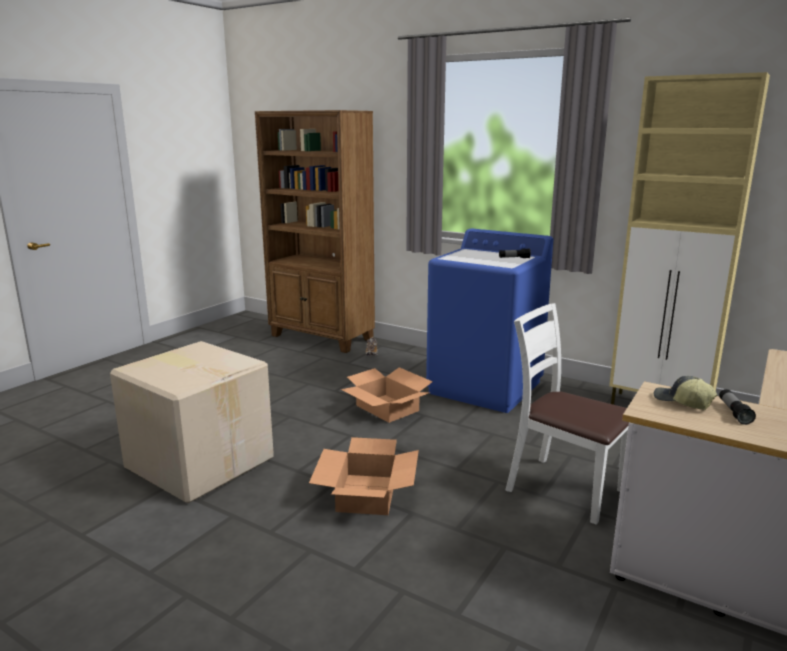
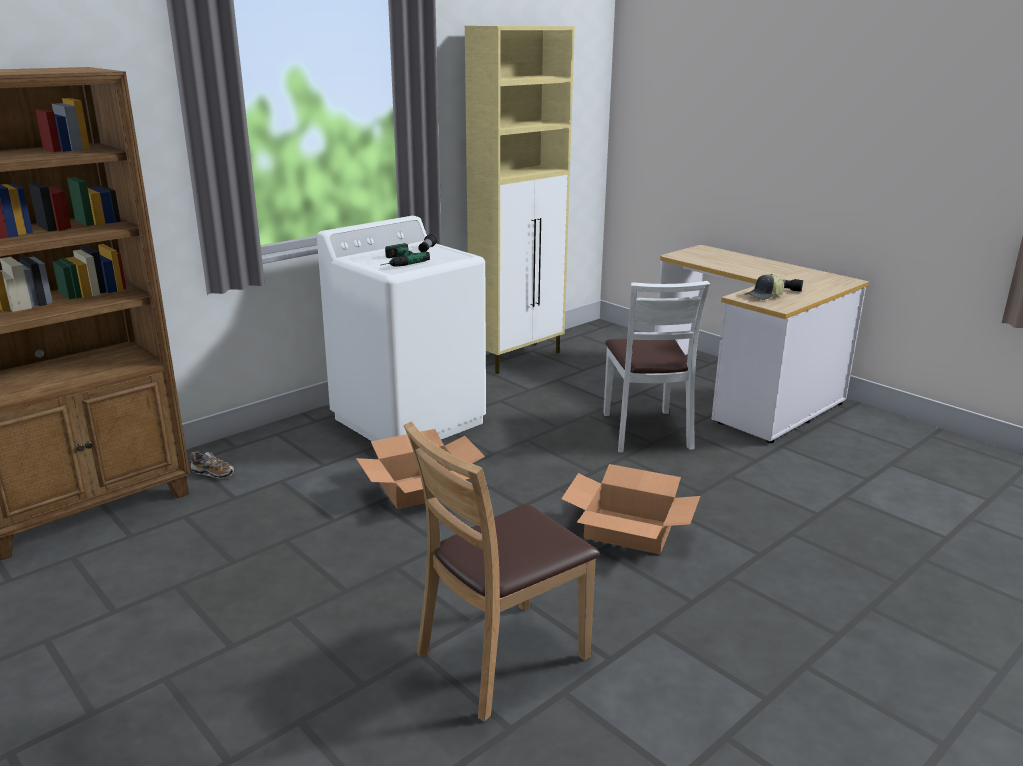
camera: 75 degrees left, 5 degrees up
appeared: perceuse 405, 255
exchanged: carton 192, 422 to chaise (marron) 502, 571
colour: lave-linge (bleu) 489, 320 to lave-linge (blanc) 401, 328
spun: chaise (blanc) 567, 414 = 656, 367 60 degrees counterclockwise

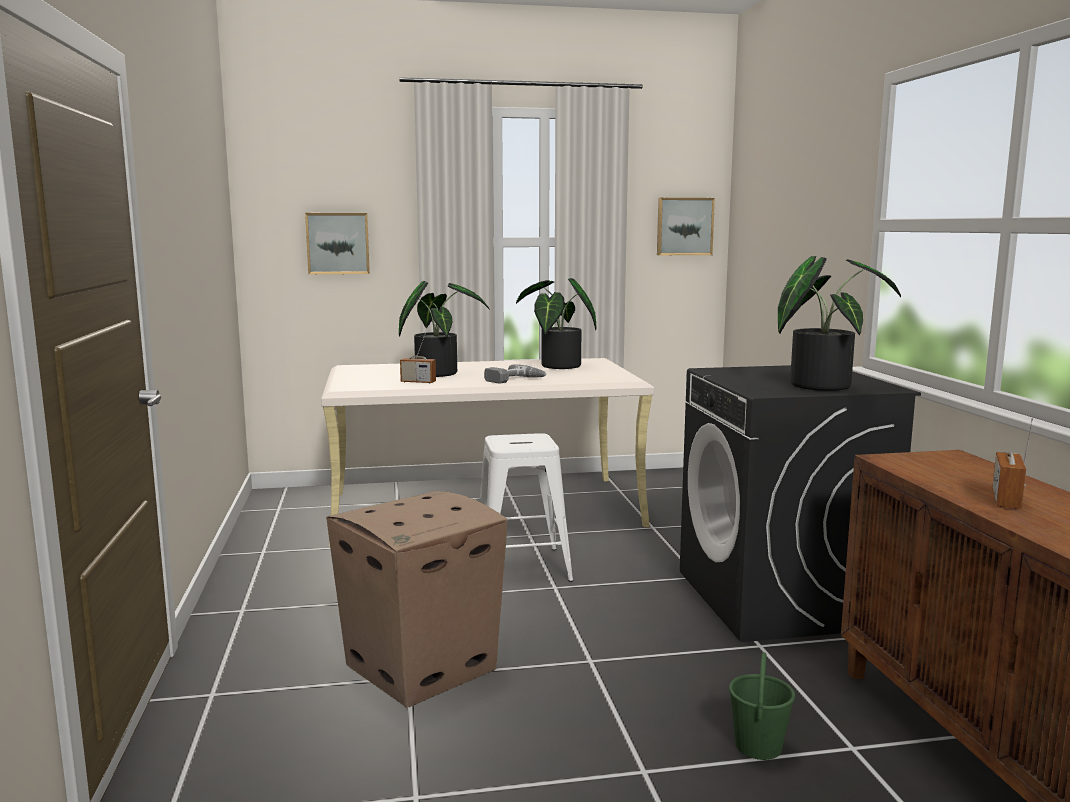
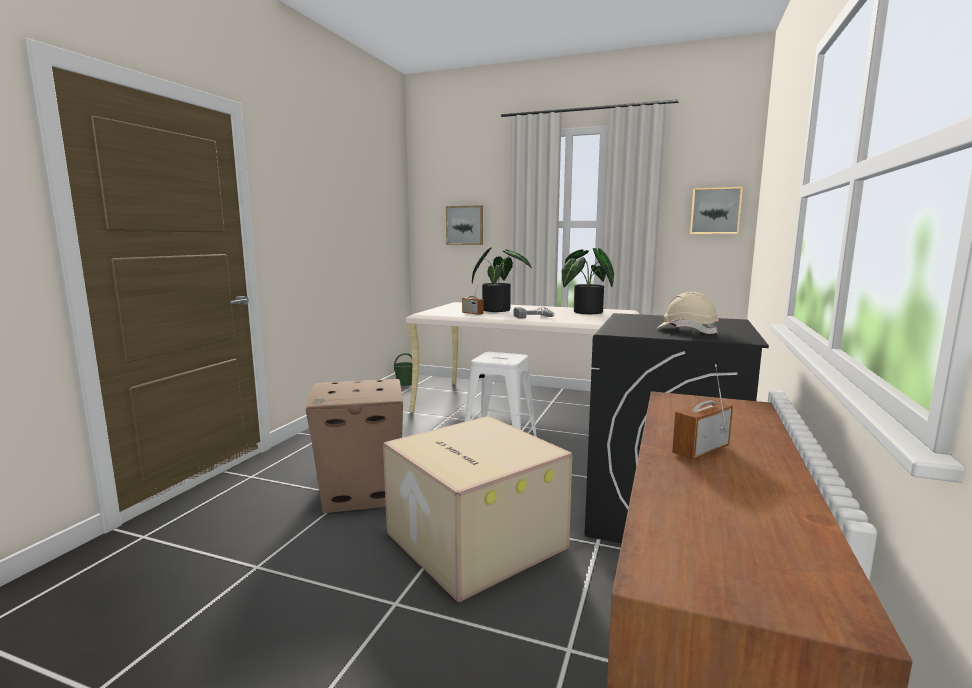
camera: 30 degrees right, 0 degrees up
appeared: carton 477, 509
relocated: seau (vert) 762, 706 to 403, 369
exchanged: plante en pot 839, 323 to casque de chantier (beige) 687, 313

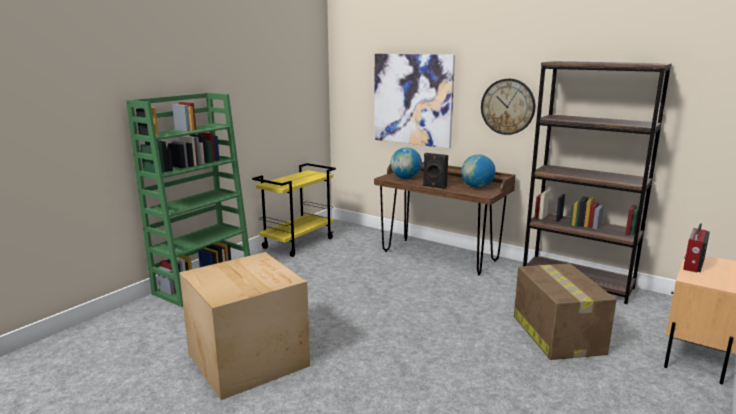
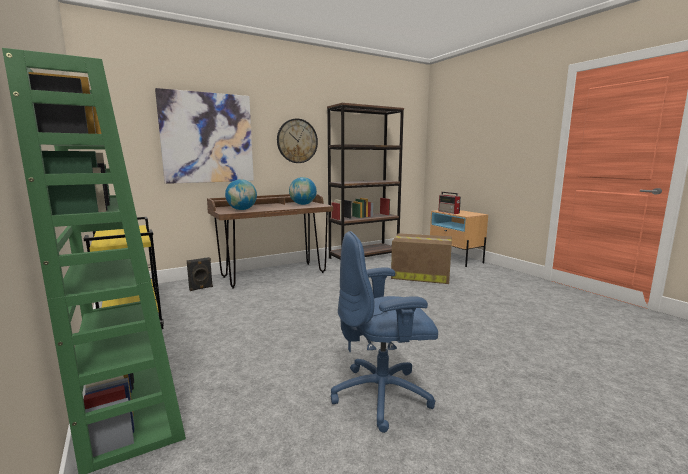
camera: 65 degrees left, 5 degrees down
relocated: enceinte (noir) 435, 171 to 200, 274
exchanged: carton 244, 326 to chaise de bureau (bleu) 384, 332

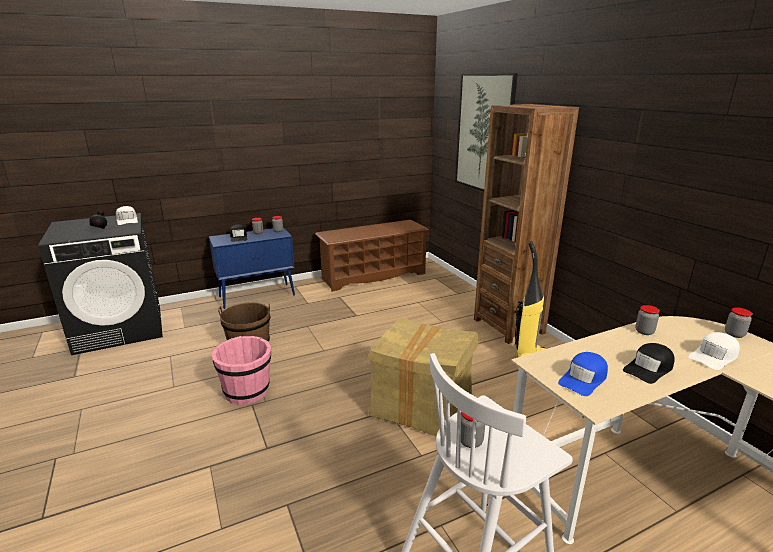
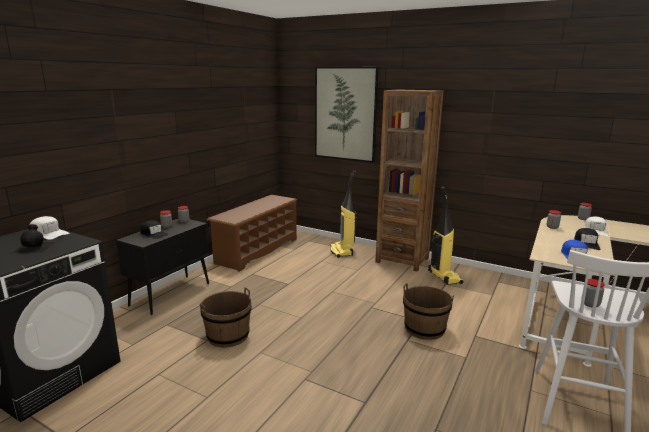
camera: 35 degrees left, 5 degrees down
missing: seau (rose) 241, 370
appeared: aspirateur 343, 214
exchanged: carton 423, 376 to seau (marron) 428, 311
colour: meuble de rangement (bleu) 252, 268 to meuble de rangement (noir) 162, 267

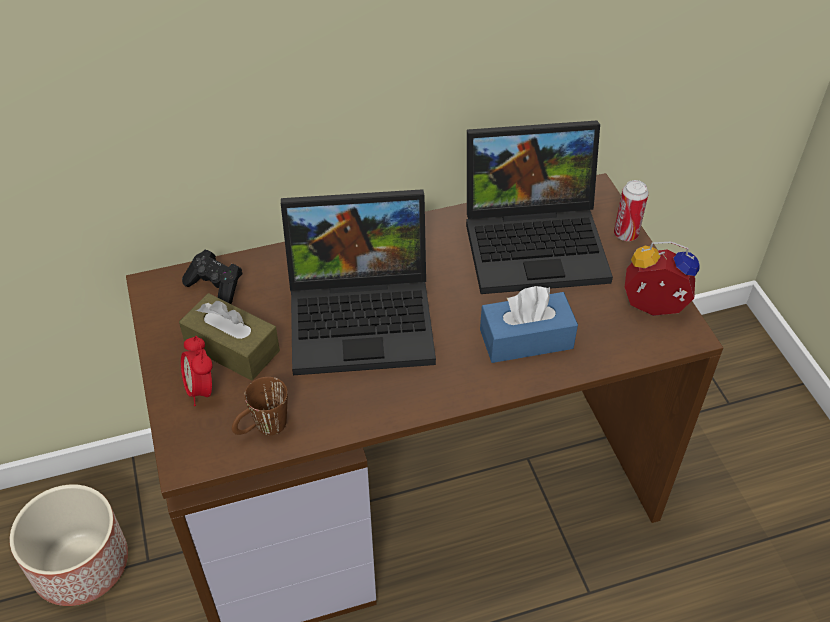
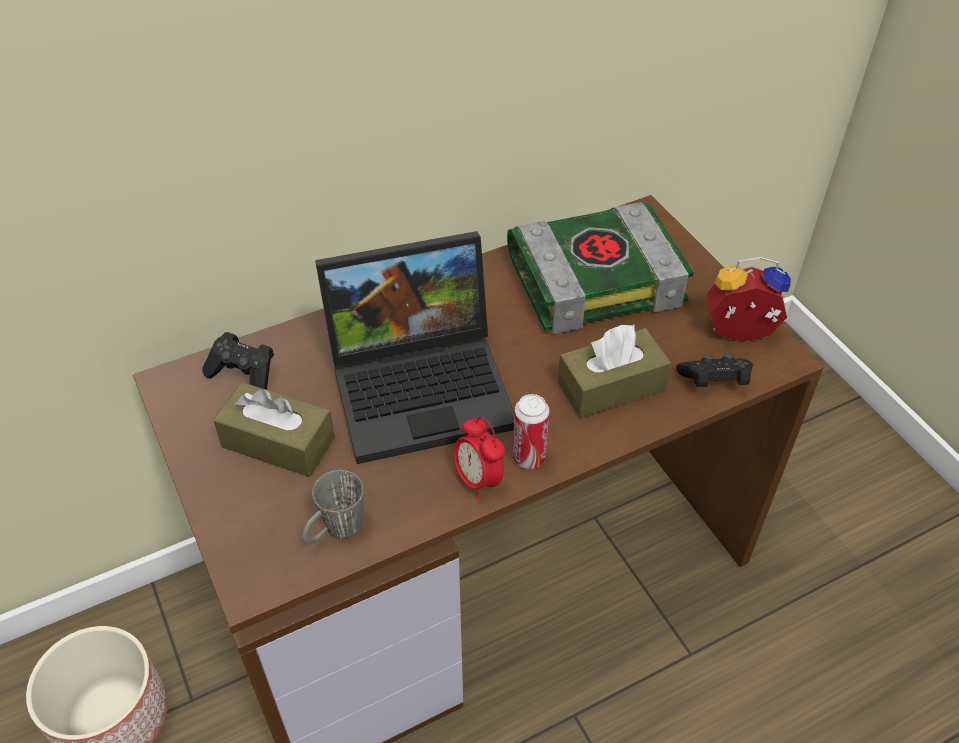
camera: 10 degrees left, 0 degrees up
appeared: manette (noir) 714, 370
relocated: réveil 197, 371 to 479, 458; boîte métallique 631, 210 to 531, 431
exchanged: ordinateur portable 539, 207 to livre 600, 268
colour: mug (marron) 260, 406 to mug (gris) 333, 507; boîte à mouchoirs (bleu) 529, 324 to boîte à mouchoirs (marron) 614, 371

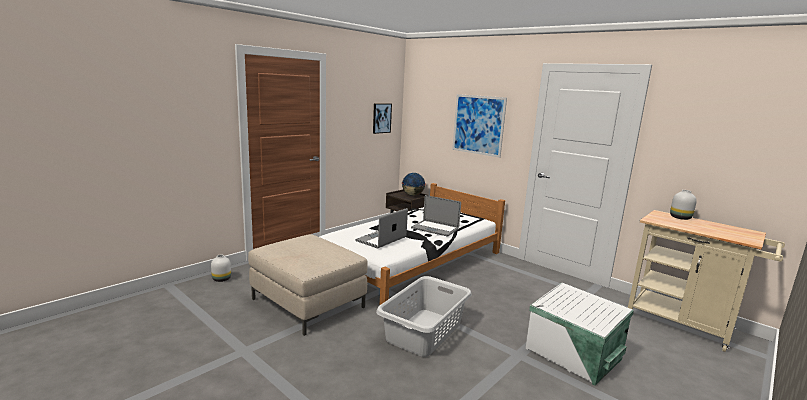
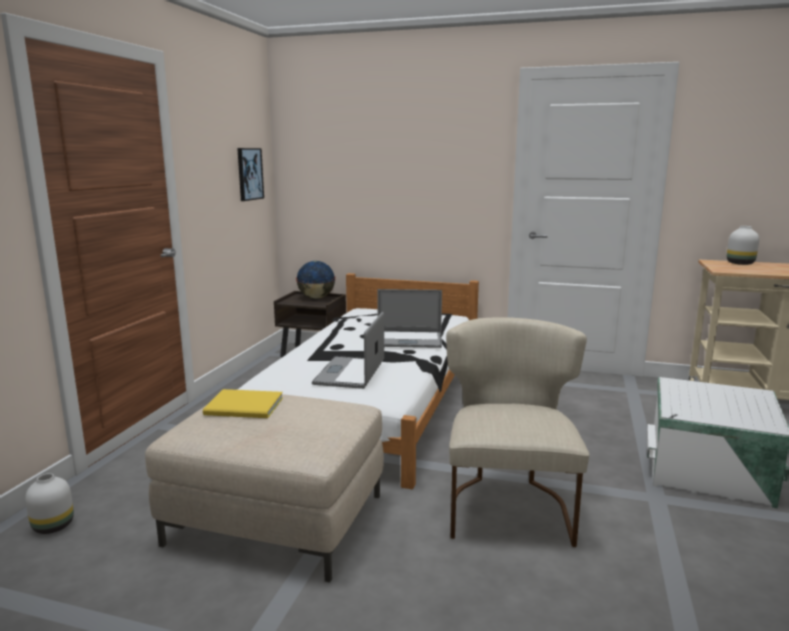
camera: 25 degrees left, 0 degrees up
missing: tableau 479, 126
appeared: livre (jaune) 243, 403
exchanged: panier à linge (gris) 424, 316 to chaise (beige) 517, 432

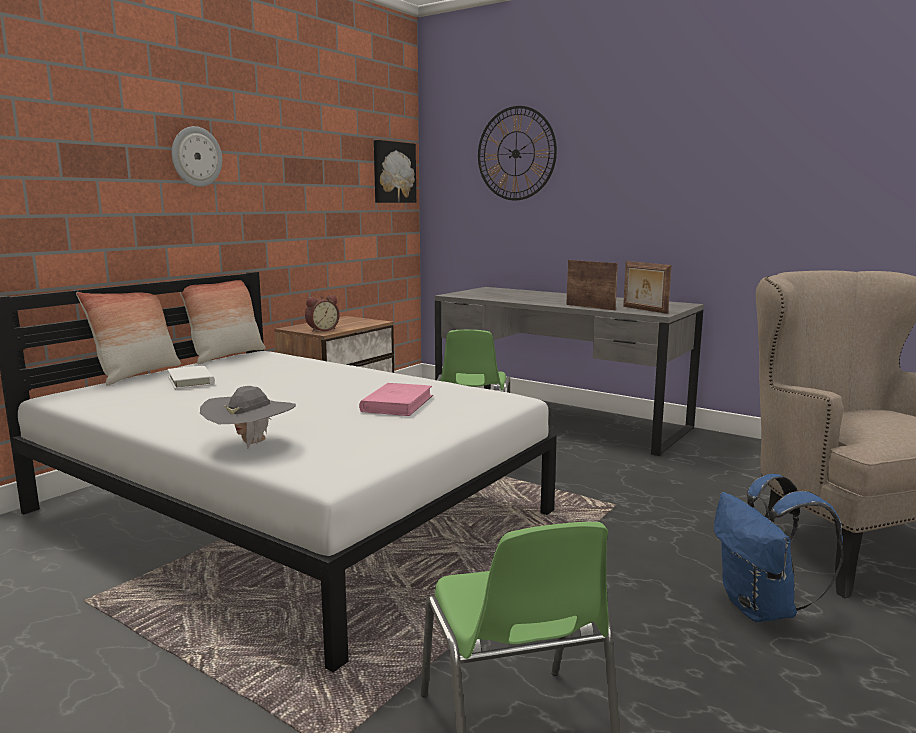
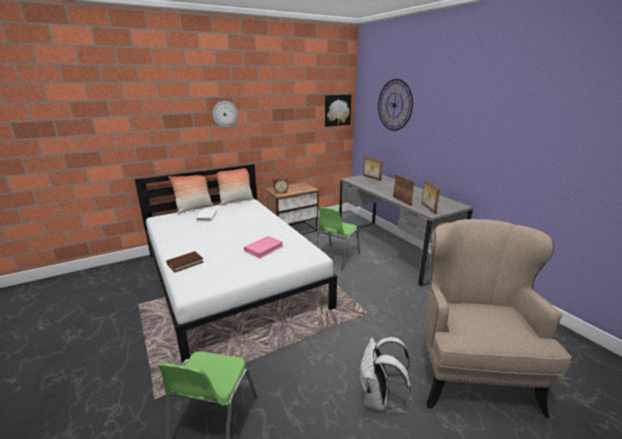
camera: 25 degrees right, 10 degrees up
appeared: cadre photo 373, 168
exchanged: chapeau (gris) 248, 417 to livre (marron) 184, 261
colour: sac à dos (bleu) 779, 548 to sac à dos (blanc) 384, 374

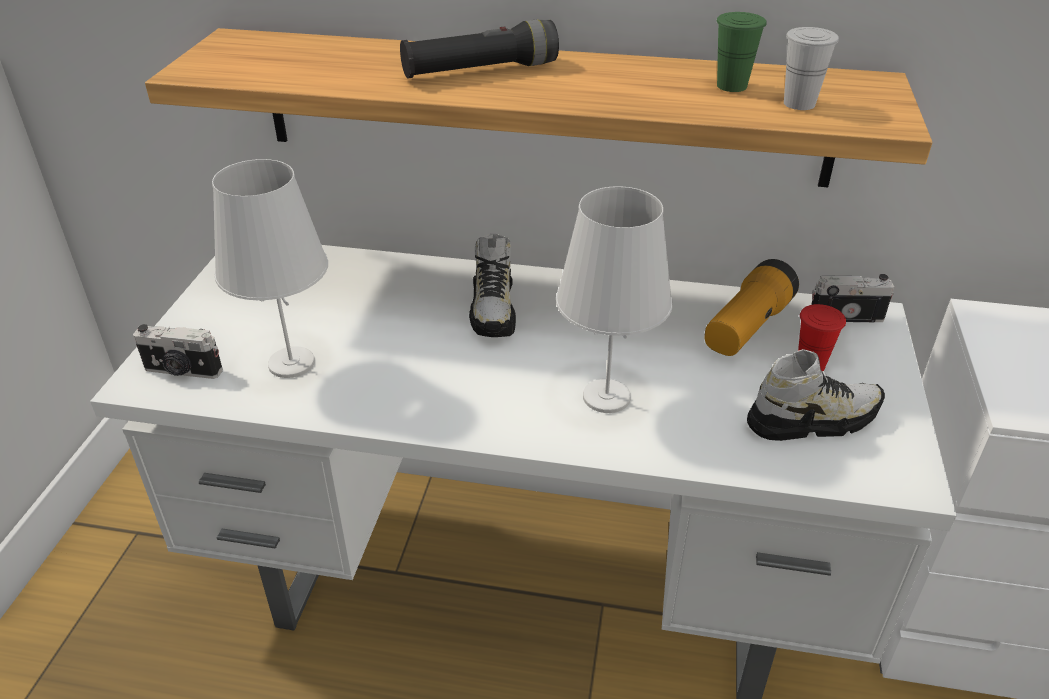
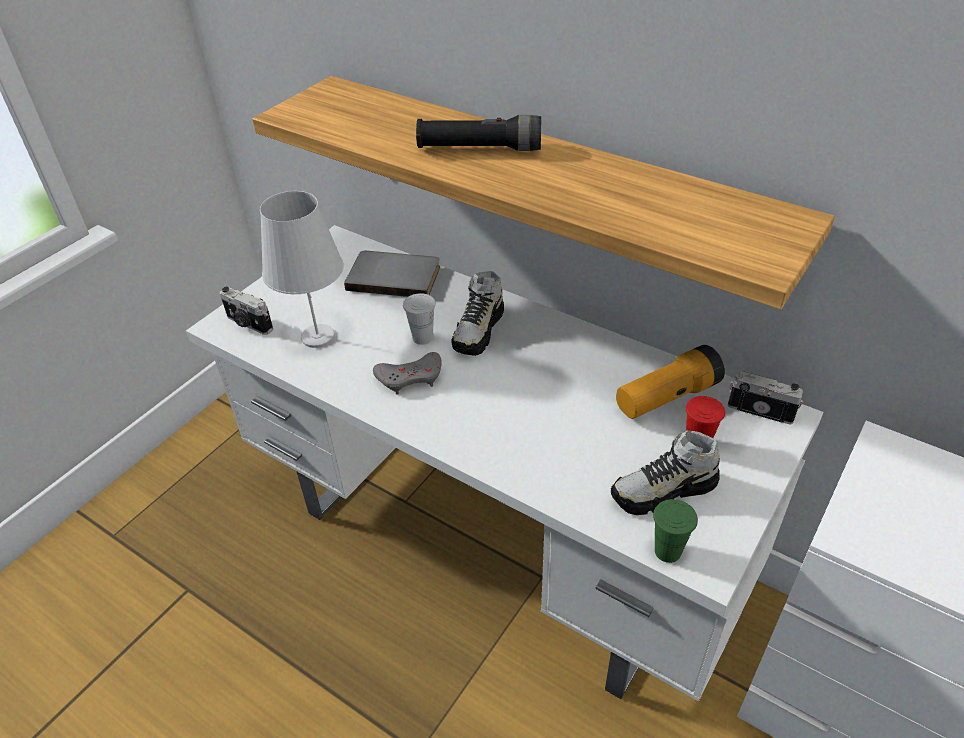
camera: 25 degrees right, 5 degrees up
missing: lampe de table (blanc) 614, 299
appeared: livre (gris) 392, 274; manette (gris) 407, 373
relocated: tasse (vert) 742, 52 to 675, 531; tasse (blanc) 811, 68 to 419, 319
spun: chaussure 816, 395 = 665, 472 150 degrees clockwise

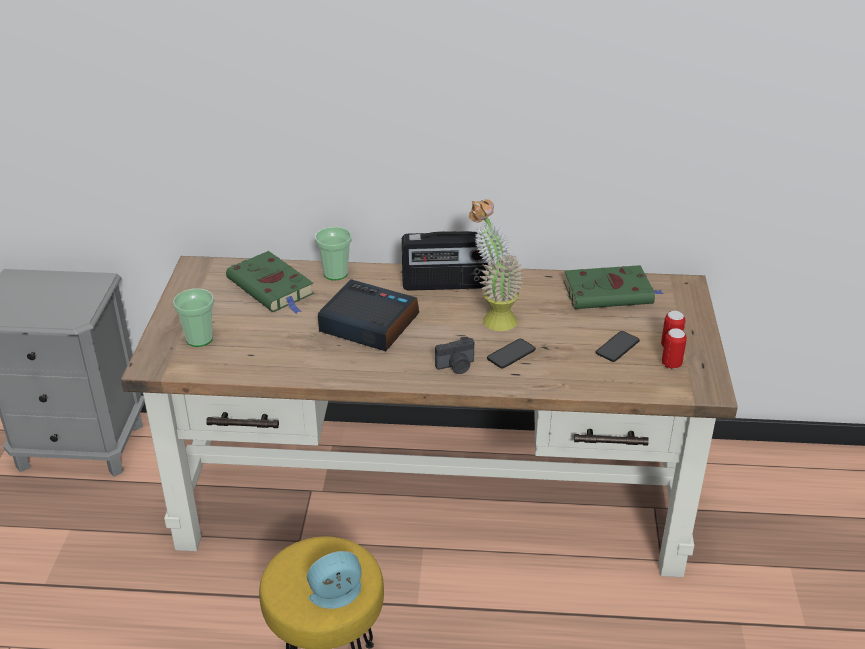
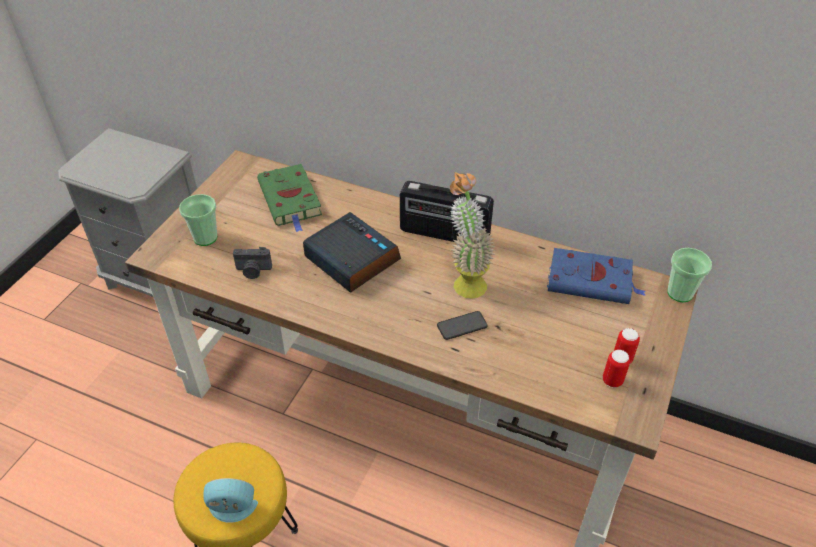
camera: 20 degrees right, 10 degrees up
missing: téléphone 618, 346
relocated: tasse 333, 254 to 689, 275; appareil photo 454, 355 to 252, 263
colour: livre (vert) 614, 287 to livre (bleu) 596, 276

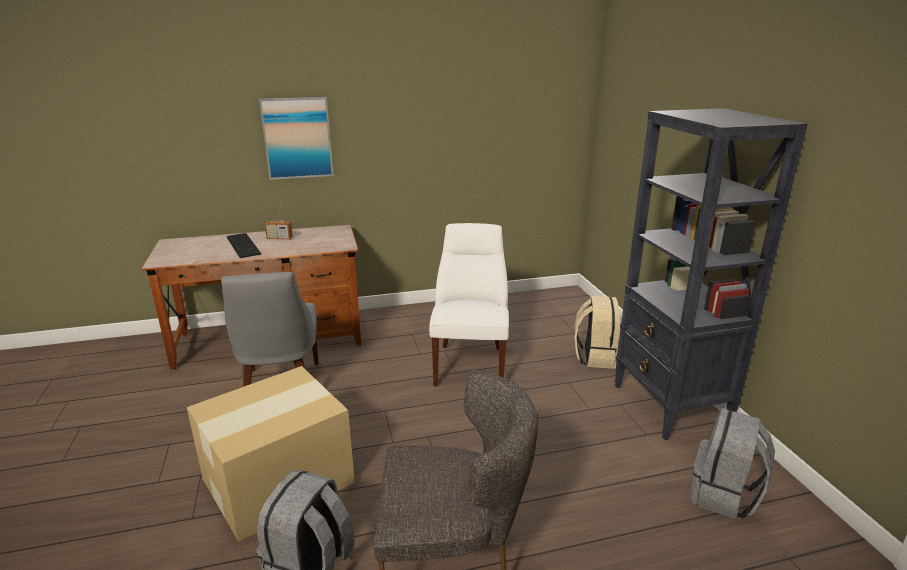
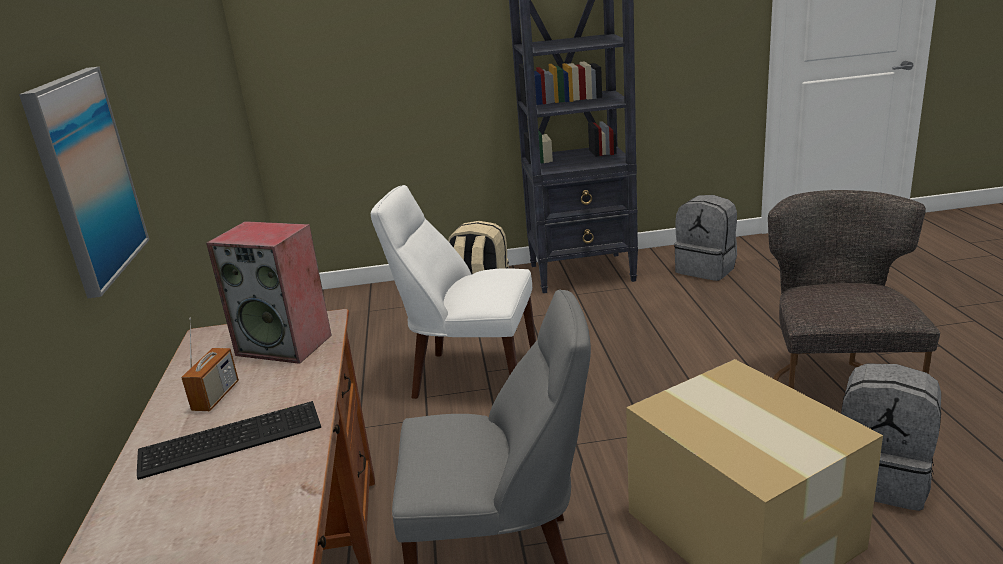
camera: 80 degrees left, 0 degrees up
appeared: enceinte 269, 292

